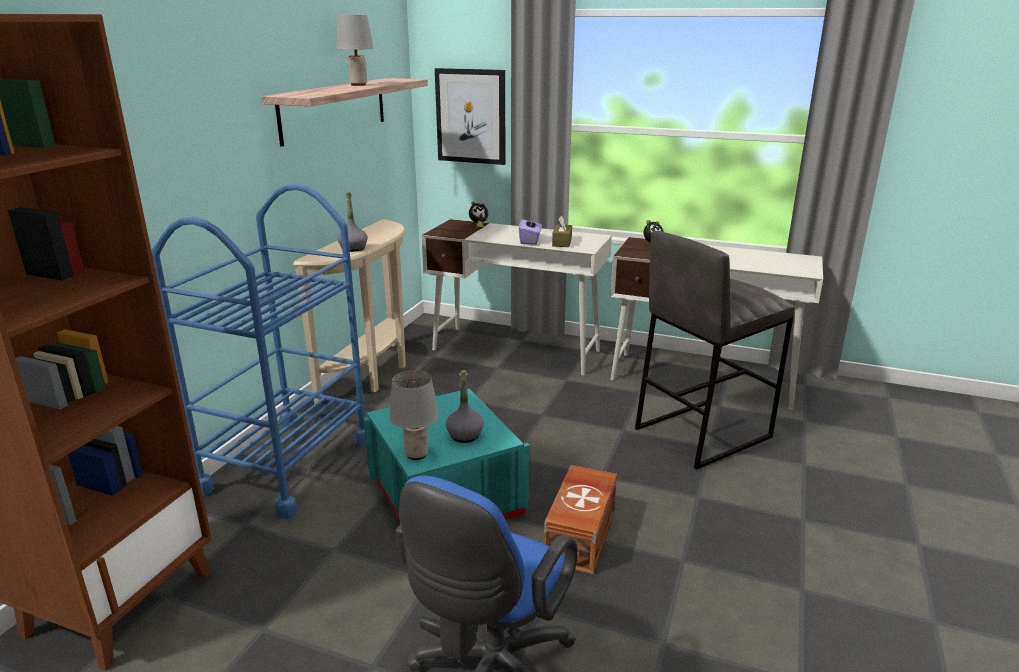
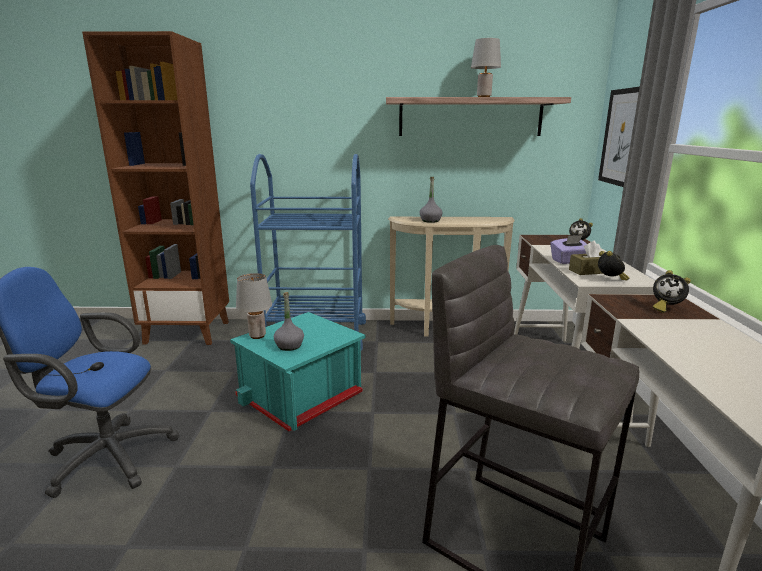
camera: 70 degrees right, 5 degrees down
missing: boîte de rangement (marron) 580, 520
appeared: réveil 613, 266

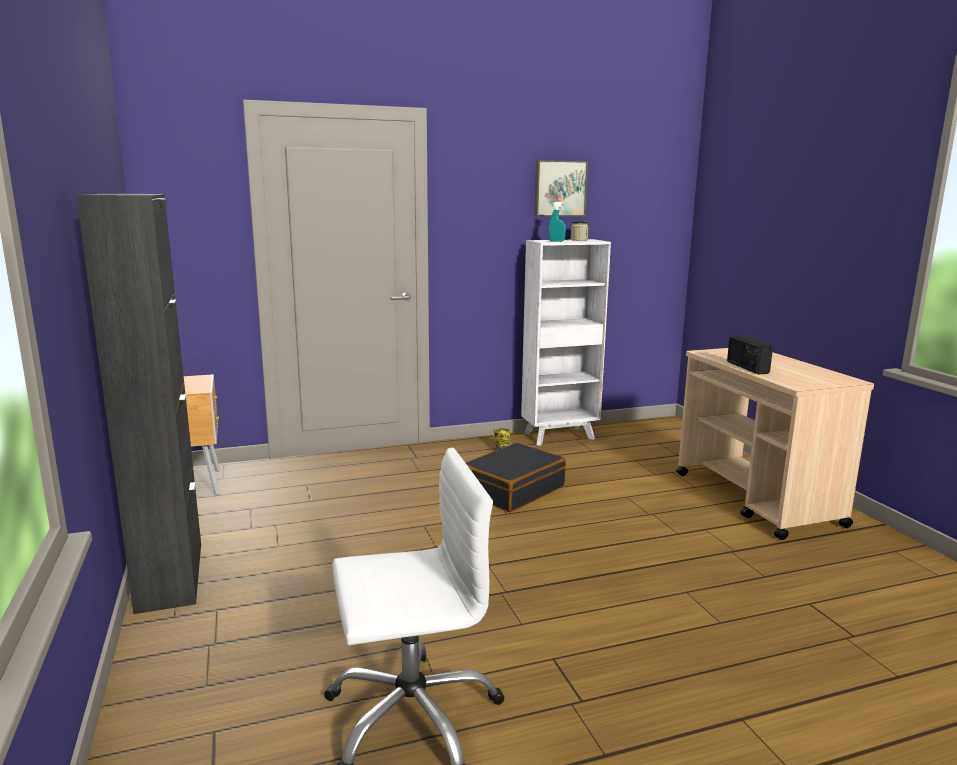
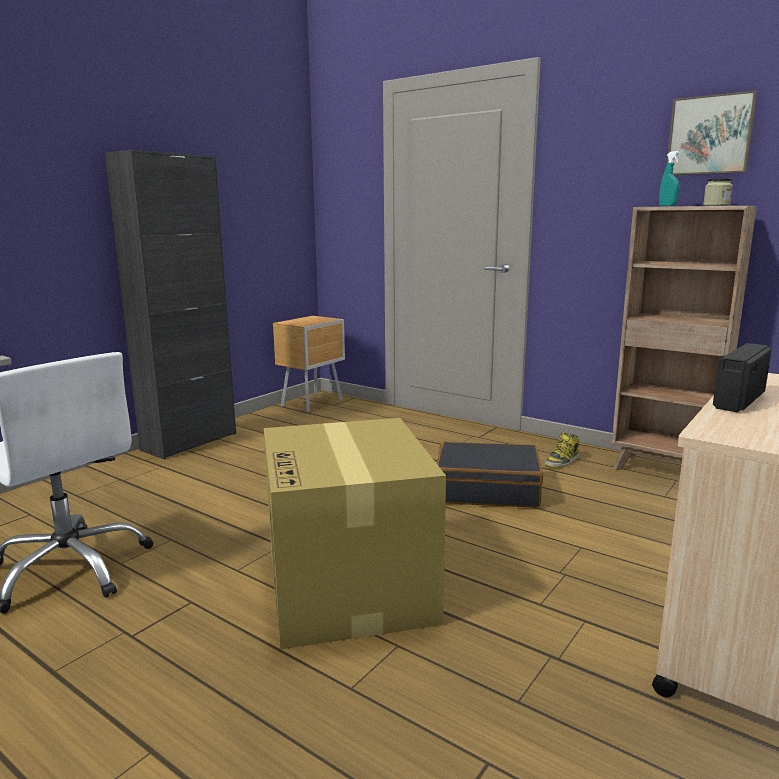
camera: 55 degrees right, 0 degrees up
appeared: carton 355, 533
colour: bibliothèque (blanc) 566, 342 to bibliothèque (marron) 684, 338

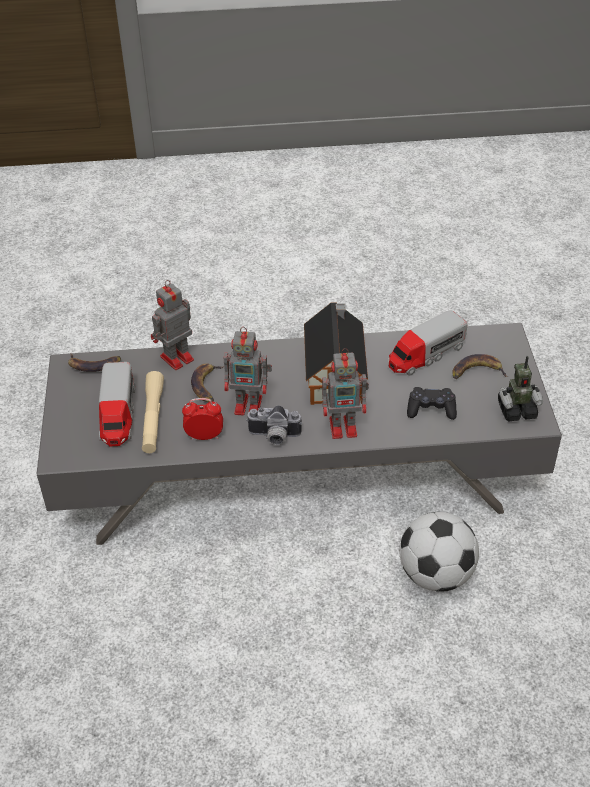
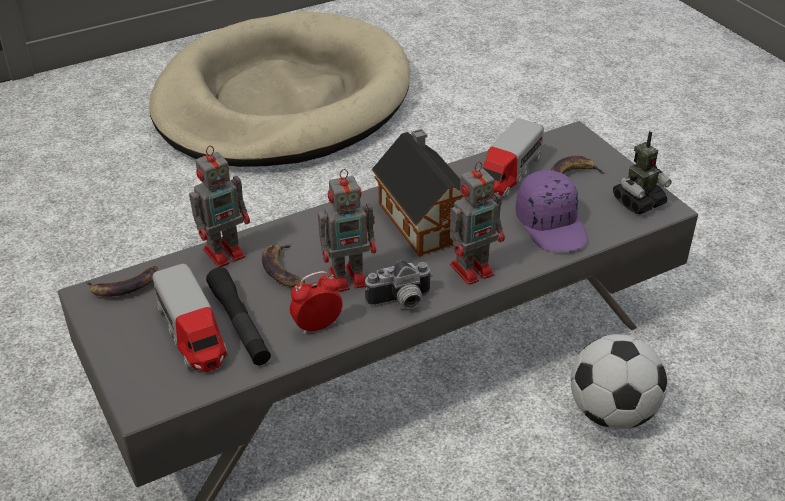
camera: 25 degrees left, 5 degrees down
appeared: panier pour chien (beige) 279, 89
exchanged: manette (noir) 432, 403 to casquette (violet) 551, 211
colour: lampe de poche (beige) 153, 412 to lampe de poche (noir) 238, 316
spun: robot jouet 172, 325 = 219, 206 150 degrees counterclockwise

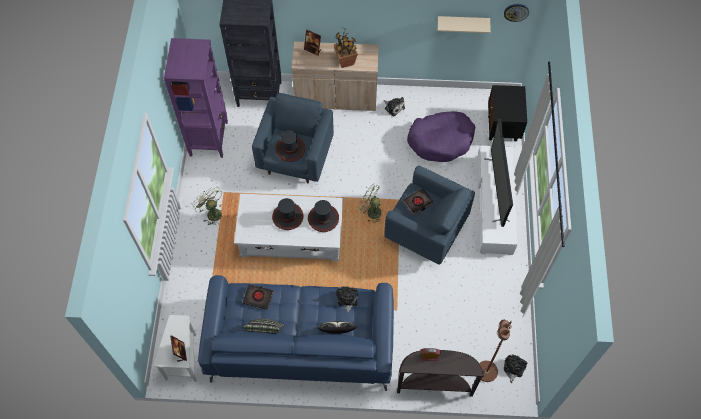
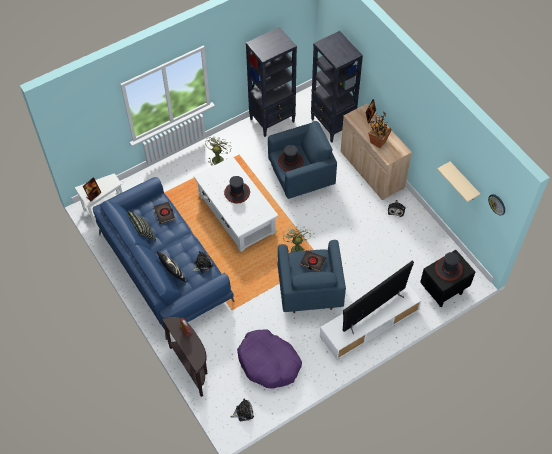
camera: 55 degrees right, 5 degrees down
missing: lampadaire (marron) 495, 351
relocated: chapeau 323, 216 to 449, 266; panier pour chien (violet) 441, 136 to 269, 359
colour: bibliothèque (violet) 196, 98 to bibliothèque (noir) 271, 82

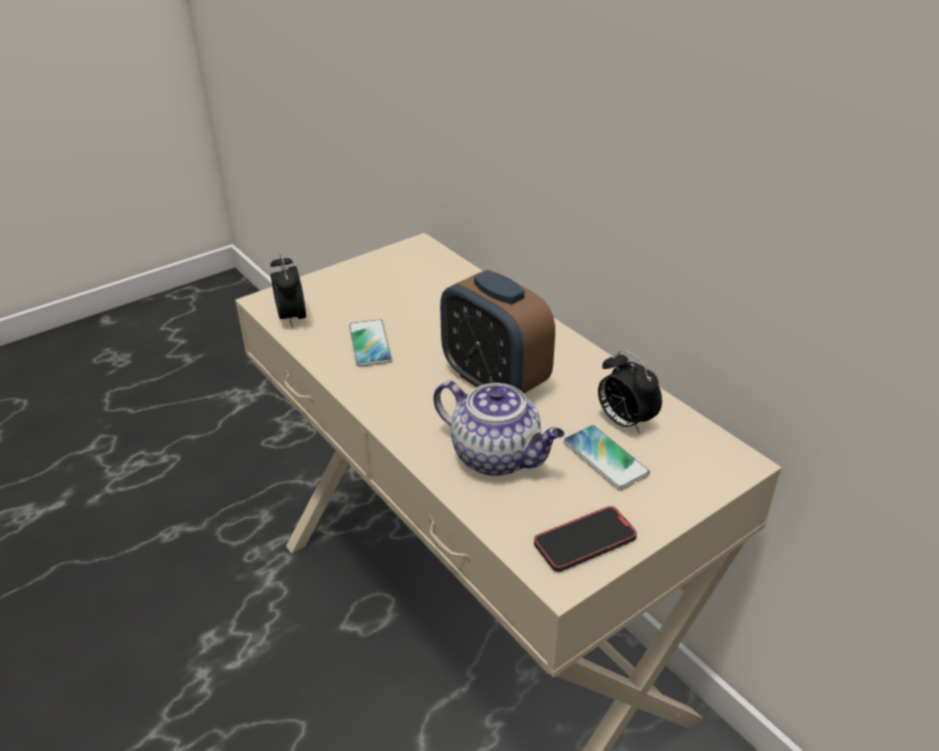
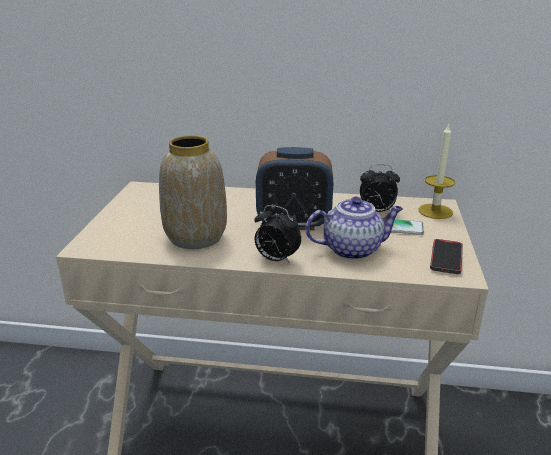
camera: 45 degrees left, 10 degrees down
appeared: bougie 436, 171
relocated: réveil 288, 290 to 277, 234
exchanged: téléphone 370, 343 to vase 193, 192

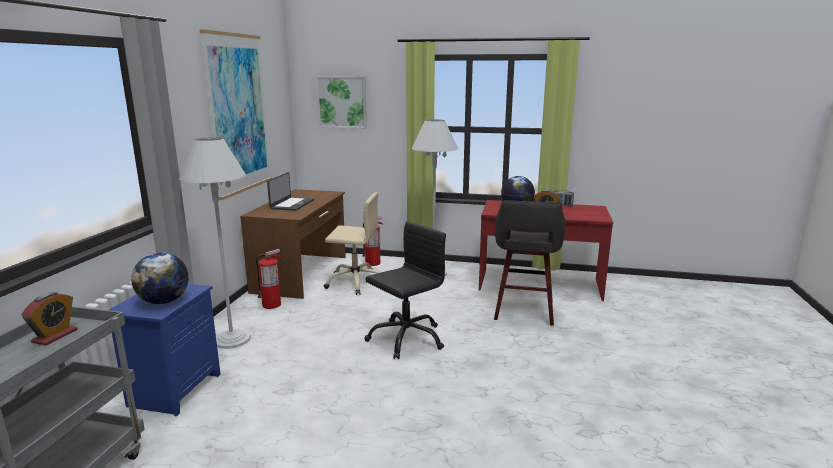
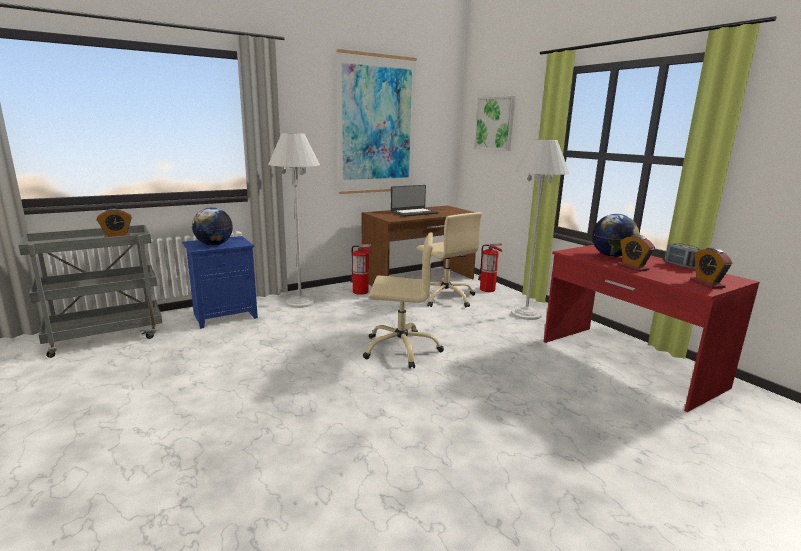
camera: 45 degrees right, 0 degrees up
missing: tabouret (gris) 530, 263
appeared: réveil 711, 268
colour: chaise de bureau (noir) 405, 290 to chaise de bureau (beige) 403, 300

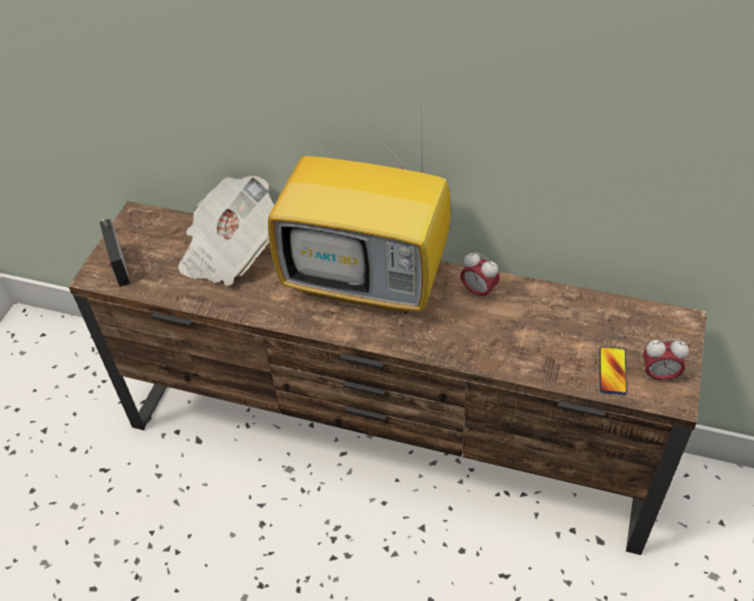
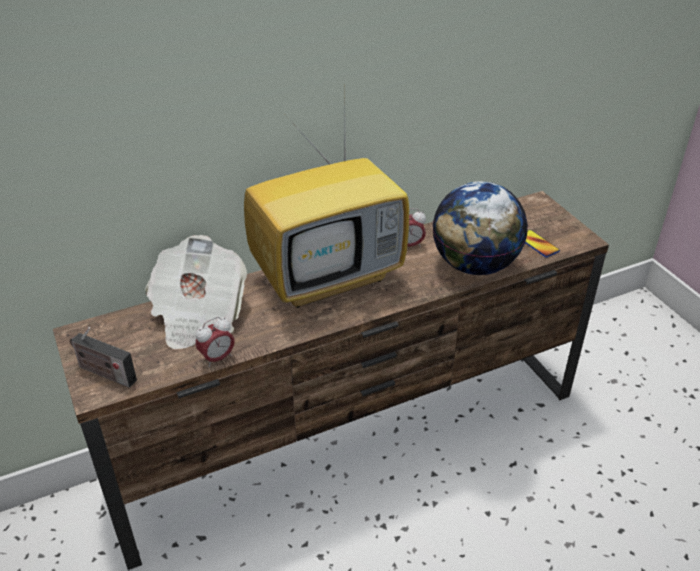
camera: 45 degrees left, 10 degrees down
appeared: globe 480, 228
relocated: réveil 666, 360 to 215, 342

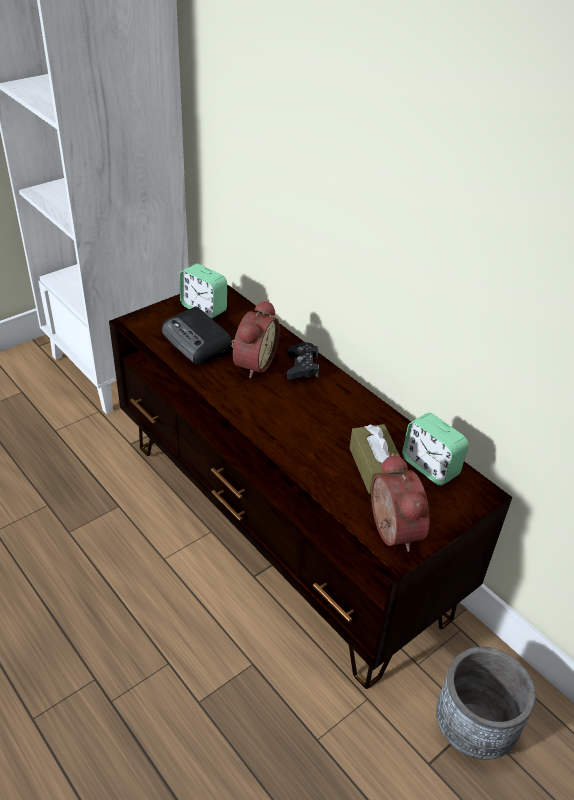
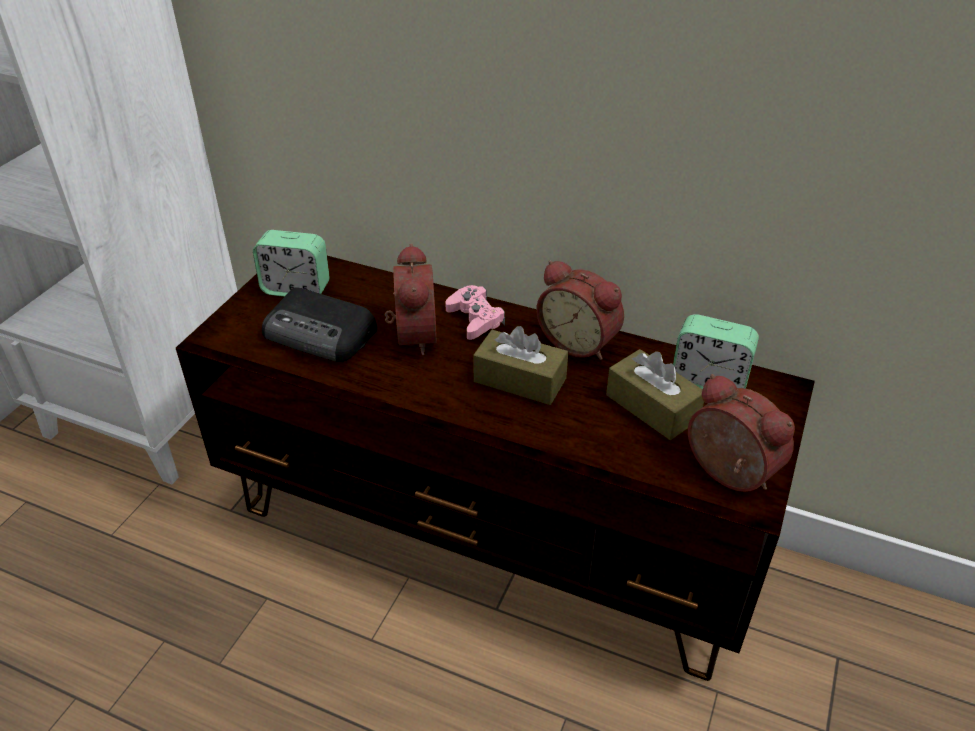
camera: 25 degrees left, 0 degrees up
missing: cache-pot (gris) 486, 703
appeared: boîte à mouchoirs (marron) 520, 365; réveil 580, 310
colour: manette (noir) 303, 361 to manette (rose) 475, 312

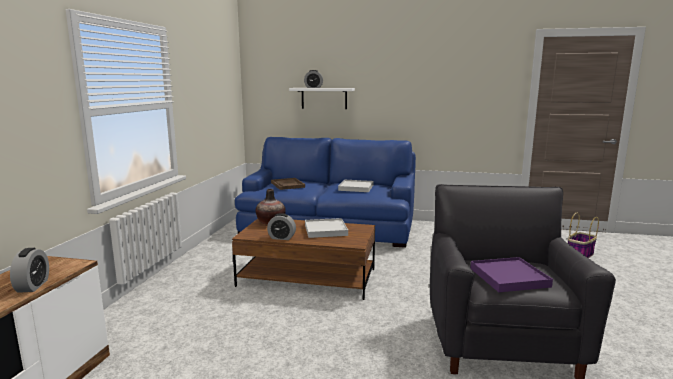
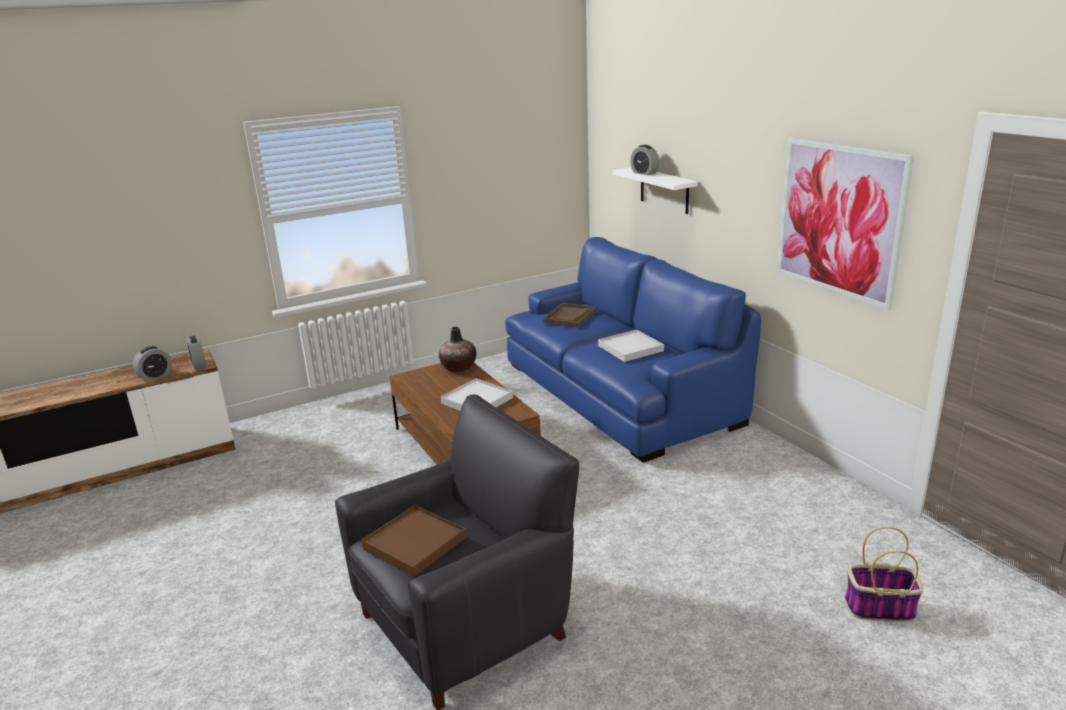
camera: 50 degrees right, 10 degrees up
appeared: tableau 845, 224
relocated: réveil 281, 226 to 196, 353
colour: plateau (violet) 512, 274 to plateau (marron) 413, 541

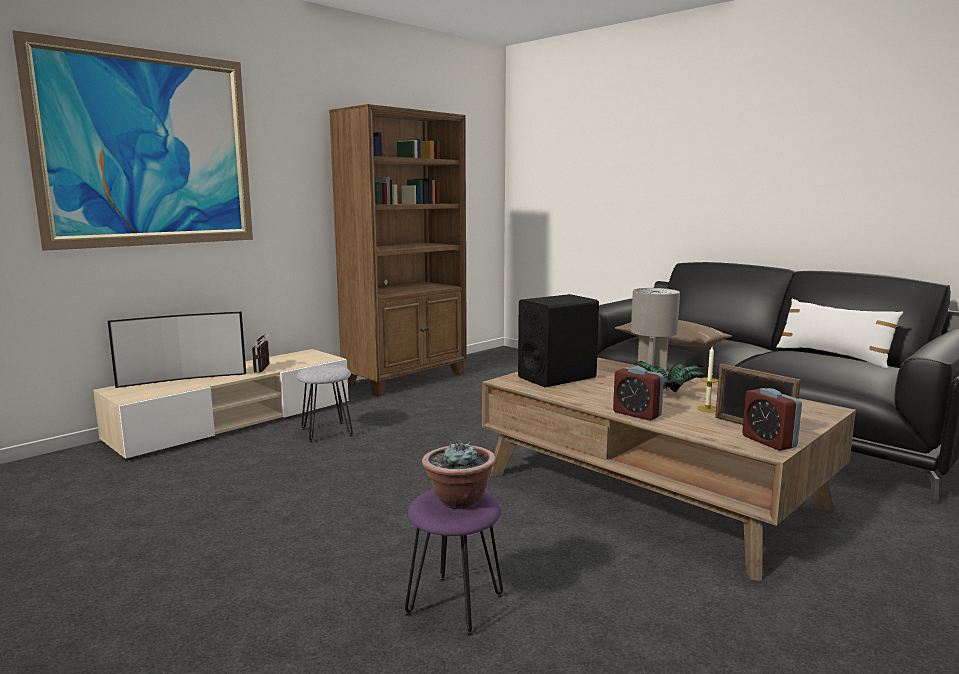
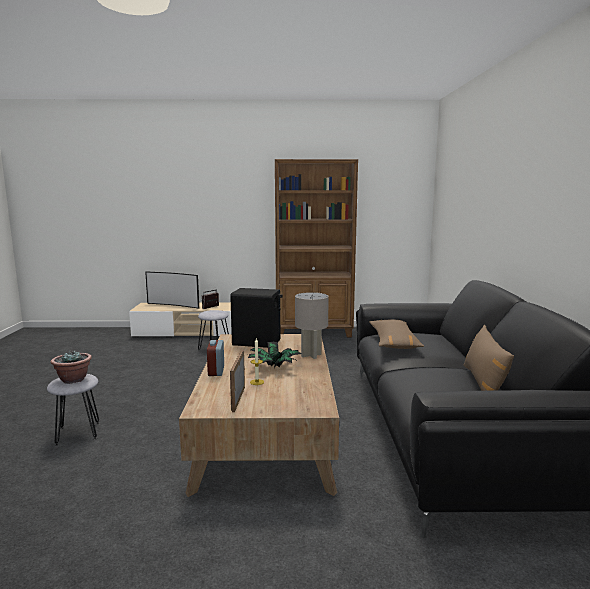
camera: 45 degrees right, 0 degrees up
missing: tableau 132, 140; réveil 772, 419
colour: tabouret (violet) 454, 562 to tabouret (gris) 73, 409; coussin (blanc) 840, 333 to coussin (marron) 488, 358

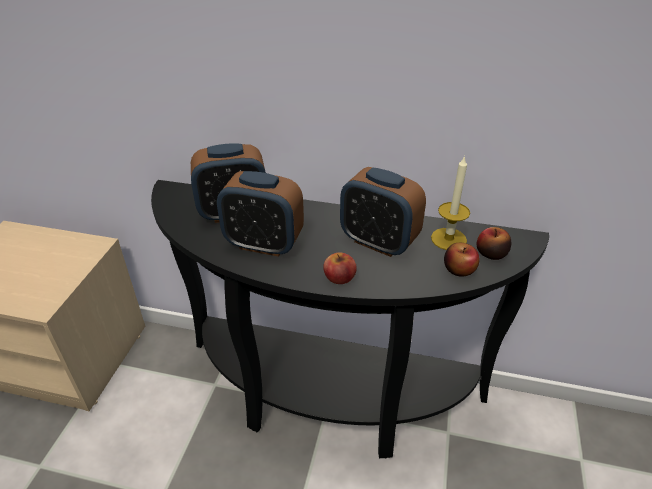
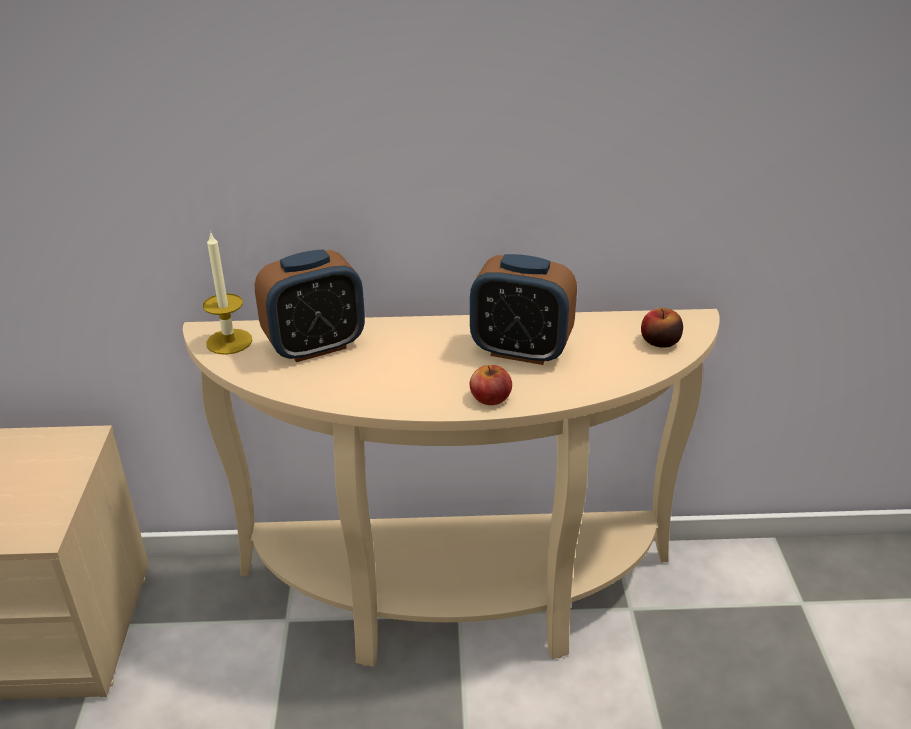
camera: 15 degrees left, 5 degrees down
missing: réveil 260, 214; pomme 462, 259
relocated: bougie 450, 202 to 227, 293
colour: table console (noir) 350, 319 to table console (beige) 451, 488

